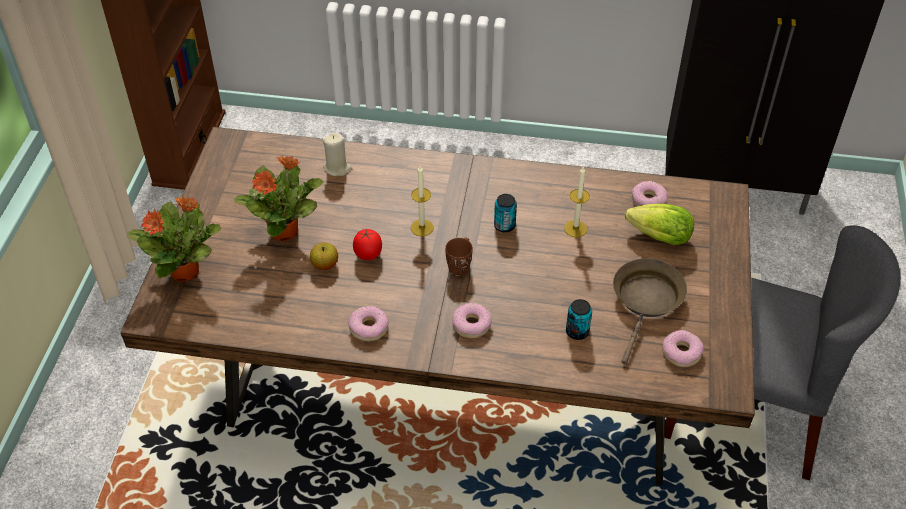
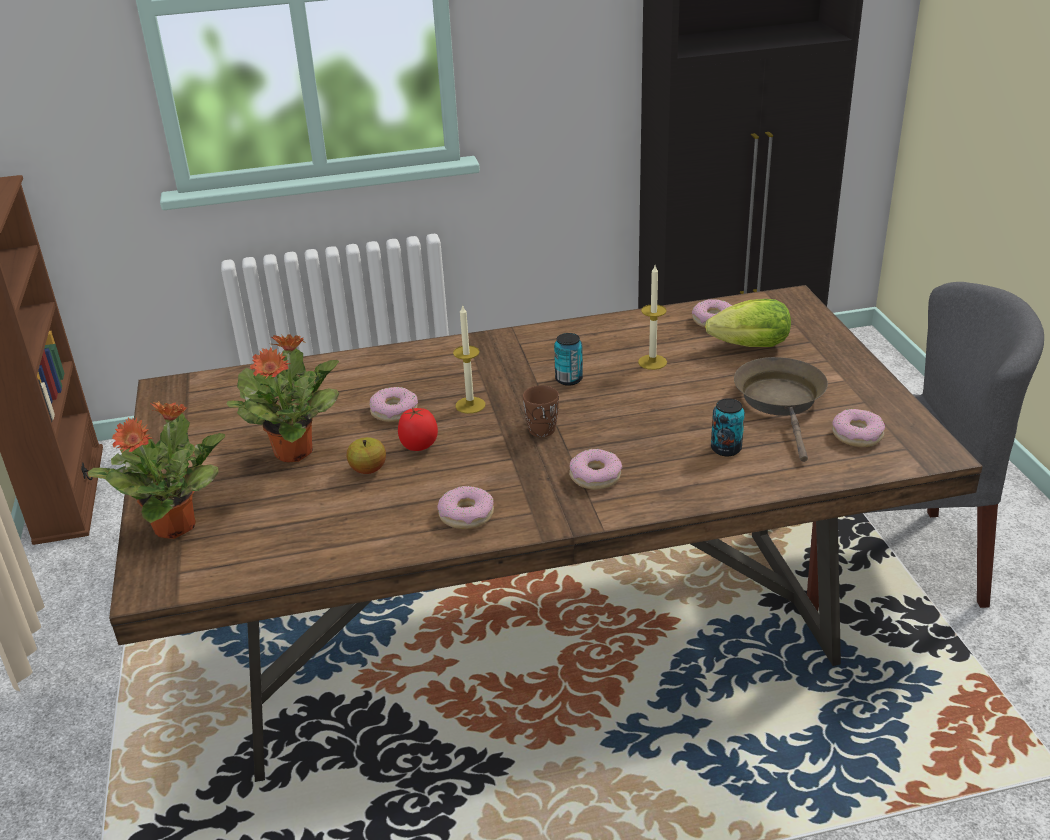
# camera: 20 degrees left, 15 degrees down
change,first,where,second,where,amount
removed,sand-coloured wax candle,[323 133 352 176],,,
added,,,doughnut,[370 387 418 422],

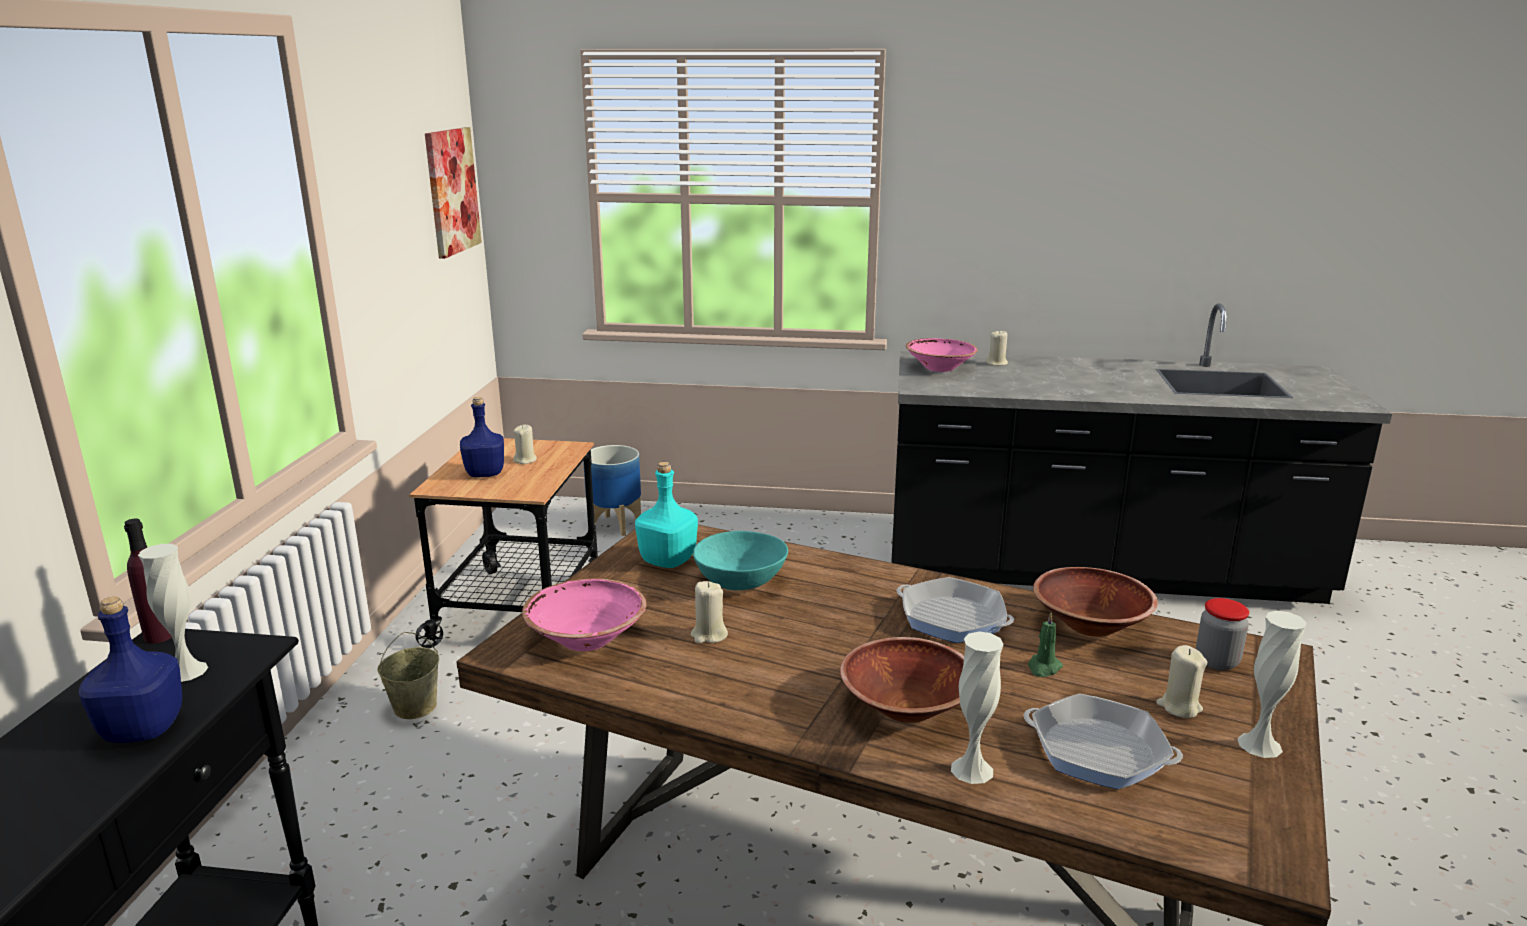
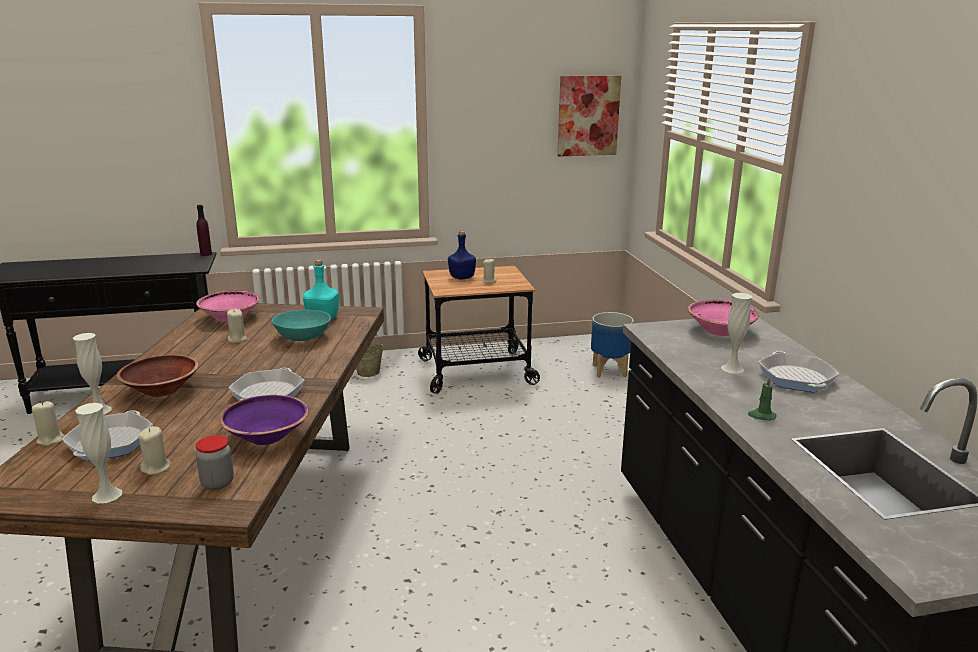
# camera: 70 degrees right, 0 degrees up
change,first,where,second,where,amount
moved,sand-coloured wax candle,[986 330 1008 366],,[32 401 64 446],
moved,white flower vase,[138 544 208 682],,[721 293 752 374],
recoloured,brownish deep dish,[1033 567 1158 637],purplish deep dish,[219 395 309 445],
removed,blue-coloured drink bottle,[79 597 182 743],,,
moved,green wax candle,[1028 612 1063 677],,[748 377 776 421],
added,,,skillet,[759 351 840 392],

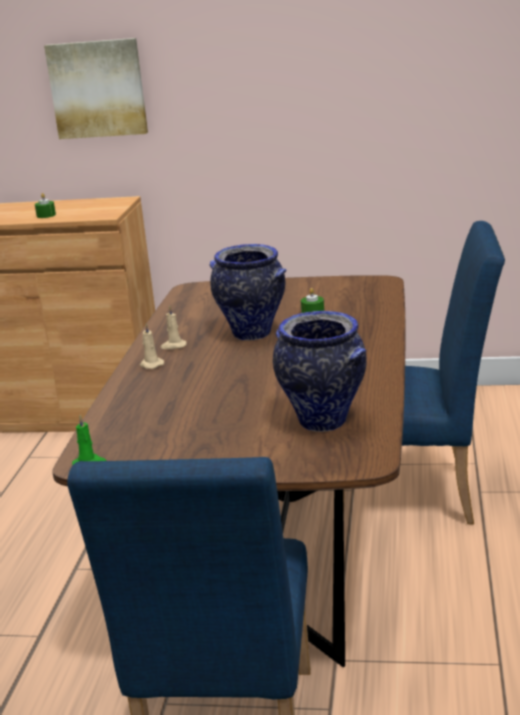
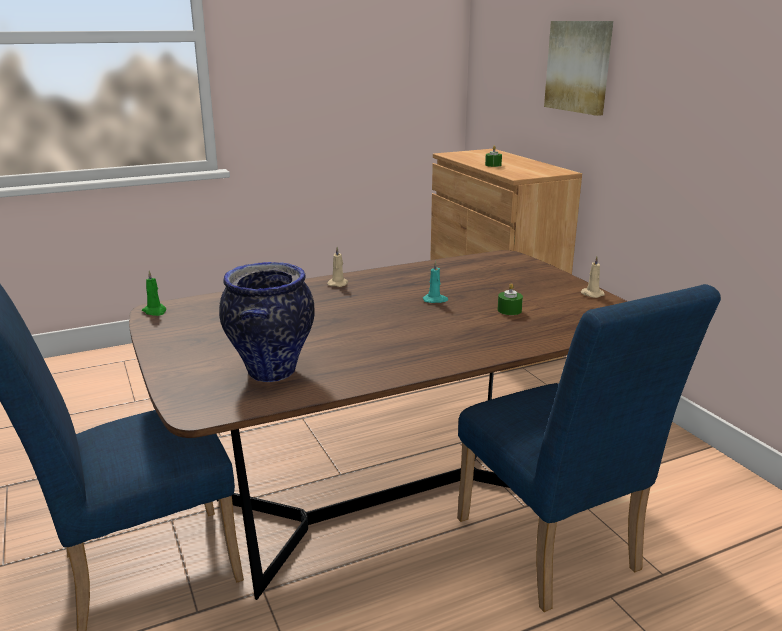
# camera: 55 degrees right, 0 degrees up
change,first,where,second,where,amount
replaced,flower vase,[210 244 287 340],blue-green wax candle,[423 261 448 303],
moved,sand-coloured wax candle,[160 306 187 349],,[581 256 605 298],

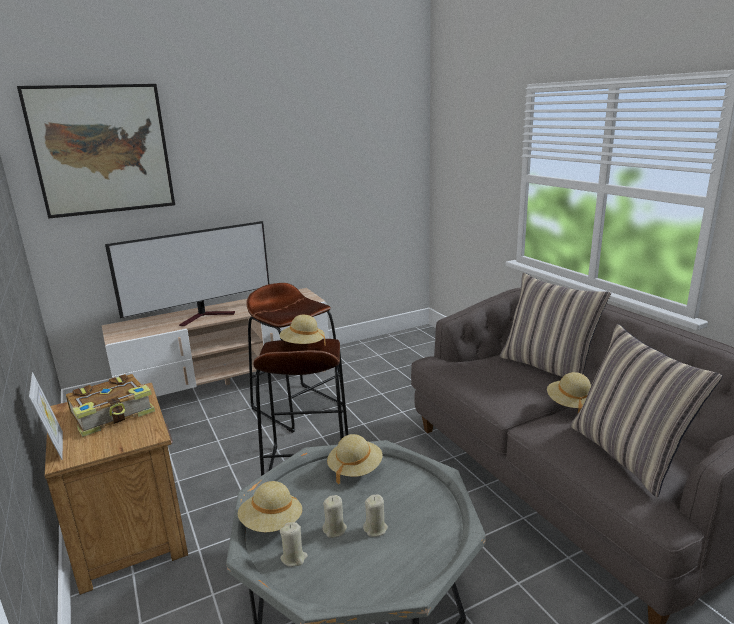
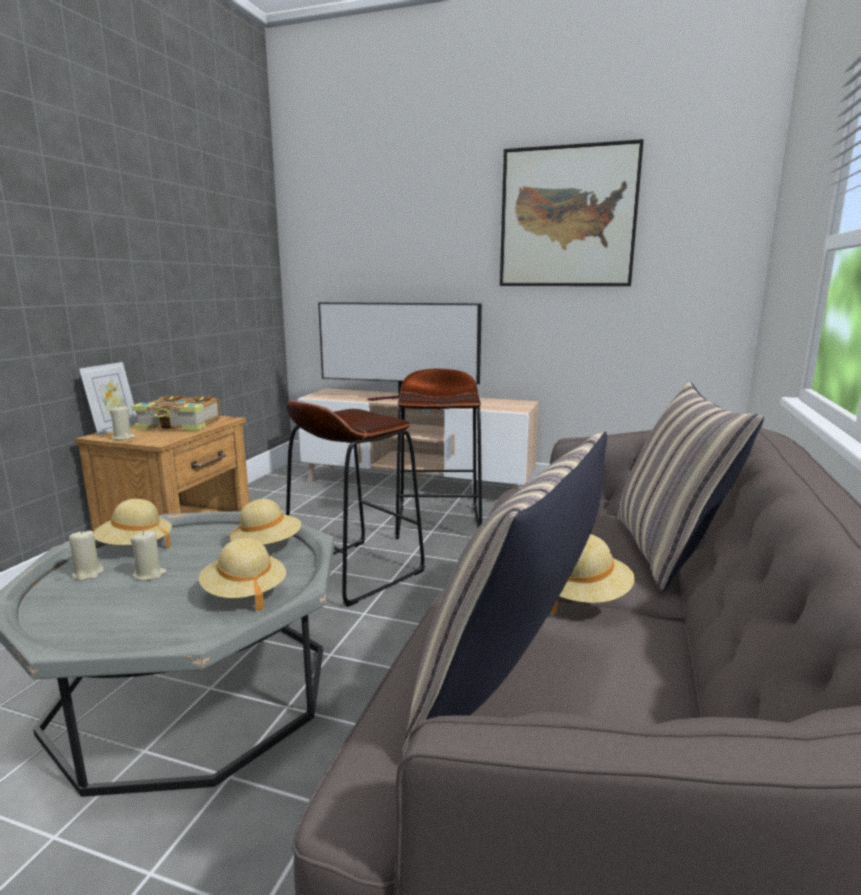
# camera: 45 degrees right, 5 degrees down
change,first,where,second,where,amount
moved,wall picture,[17 84 175 219],,[500 139 644 286],
moved,sand-coloured clothing hat,[280 315 326 346],,[199 538 286 611],
moved,sand-coloured wax candle,[363 494 388 537],,[110 405 136 440],

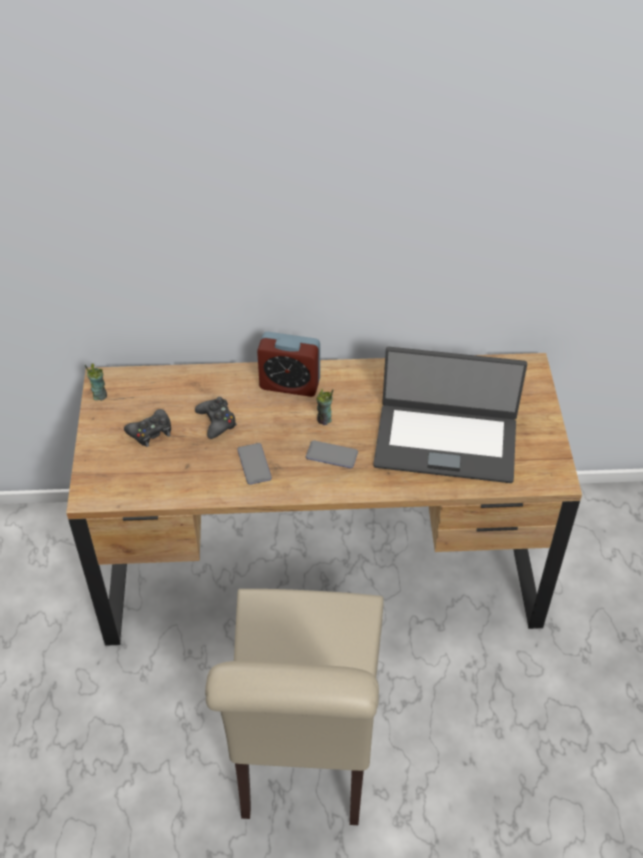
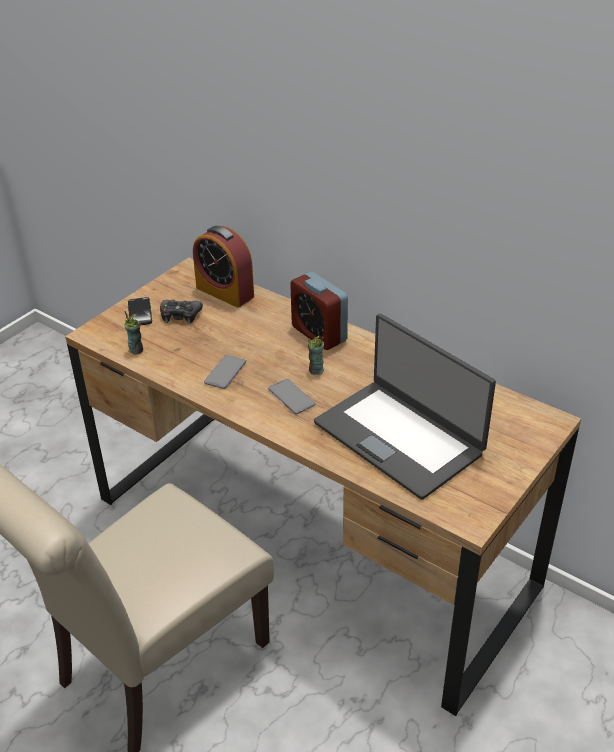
# camera: 40 degrees right, 10 degrees down
change,first,where,second,where,amount
moved,drinking cup,[85 363 107 401],,[124 311 143 355],
removed,black joypad,[195 397 237 439],,,
added,,,bedside clock,[193 226 254 308],
added,,,handset,[128 297 152 325],

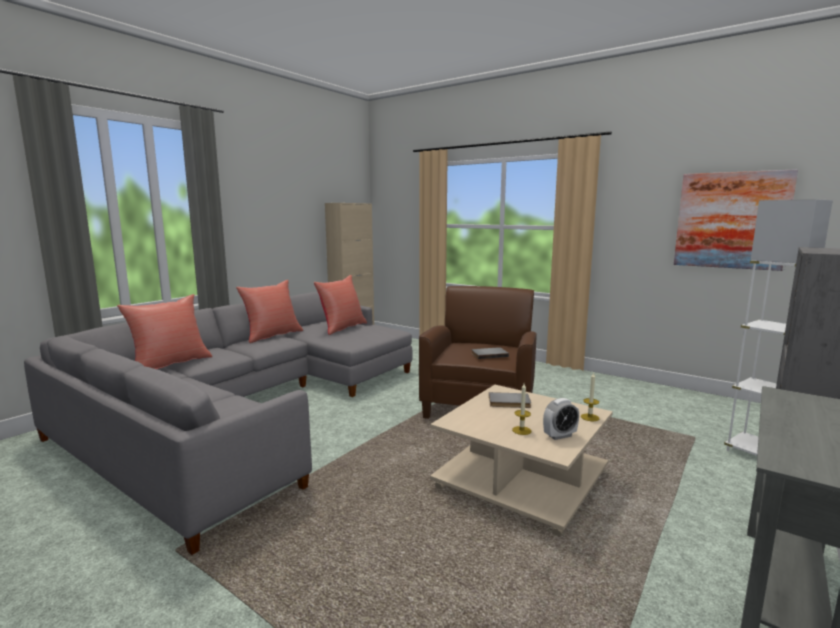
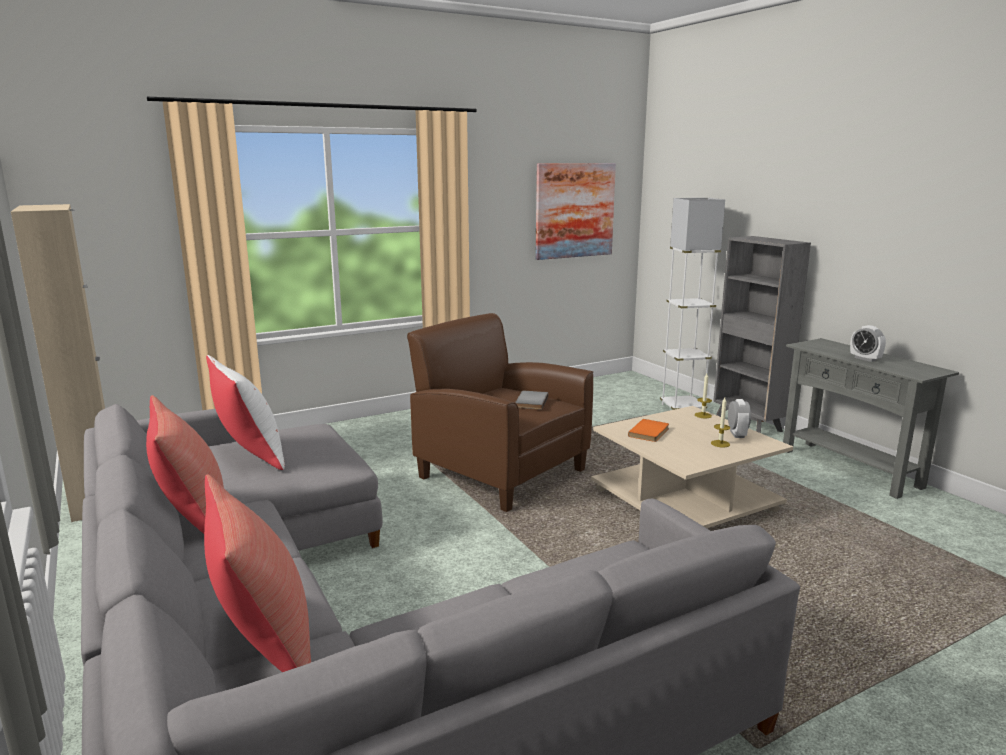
# camera: 65 degrees left, 5 degrees up
change,first,where,second,where,amount
recoloured,red cushion,[314 275 367 335],white cushion,[206 355 285 470],
recoloured,gray bound book,[489 392 531 408],orangey bound book,[628 419 669 442],
added,,,bedside clock,[850 325 886 362],

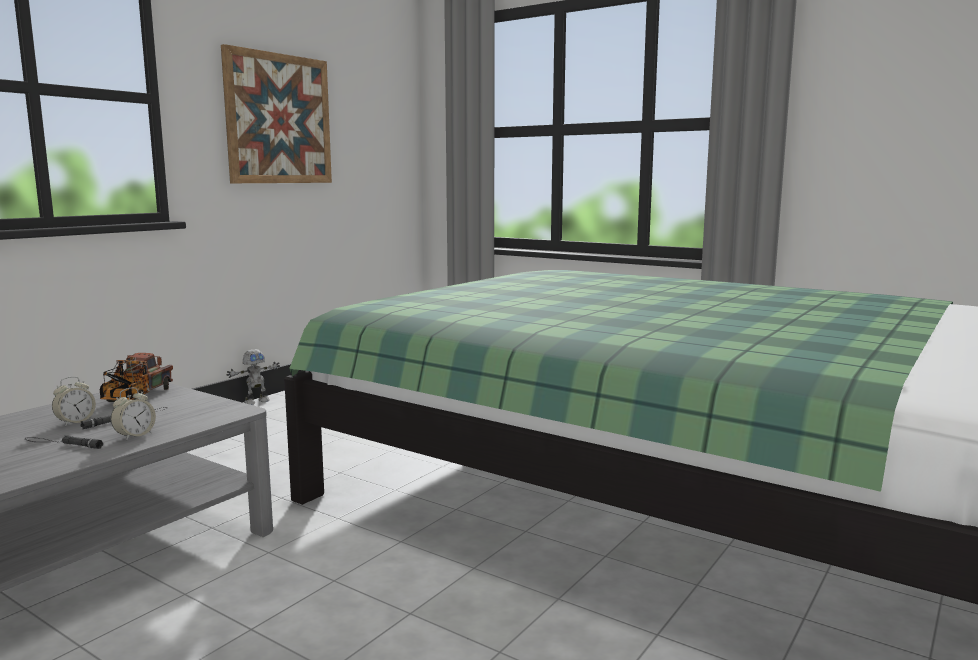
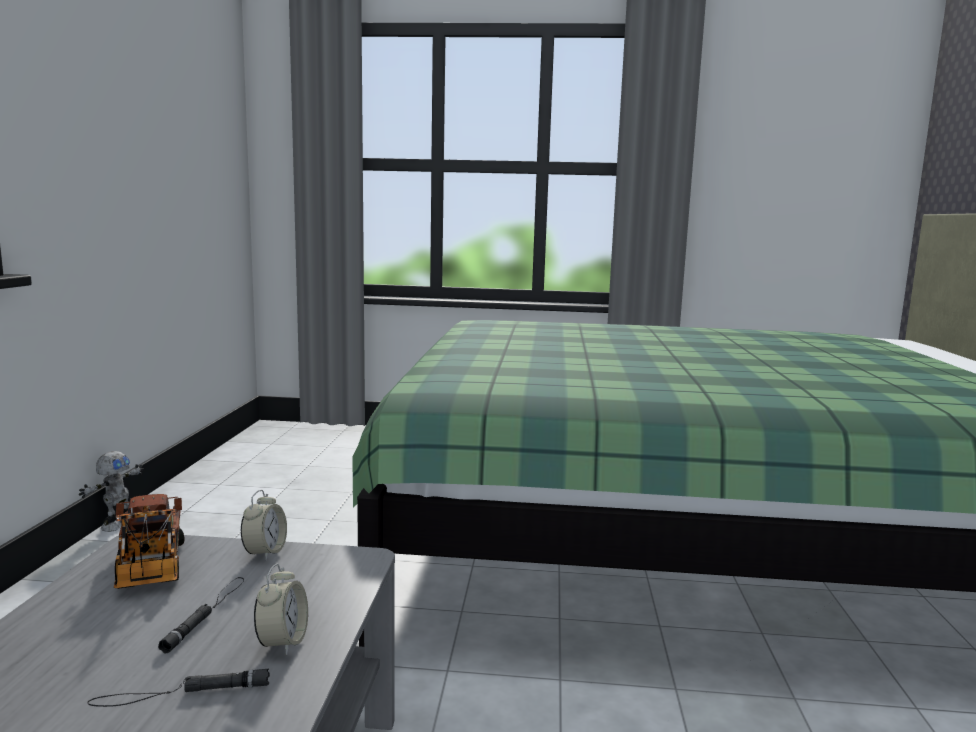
# camera: 30 degrees left, 0 degrees up
change,first,where,second,where,amount
removed,wall picture,[221 44 332 183],,,
moved,bedside clock,[52 377 96 427],,[241 490 287 561],

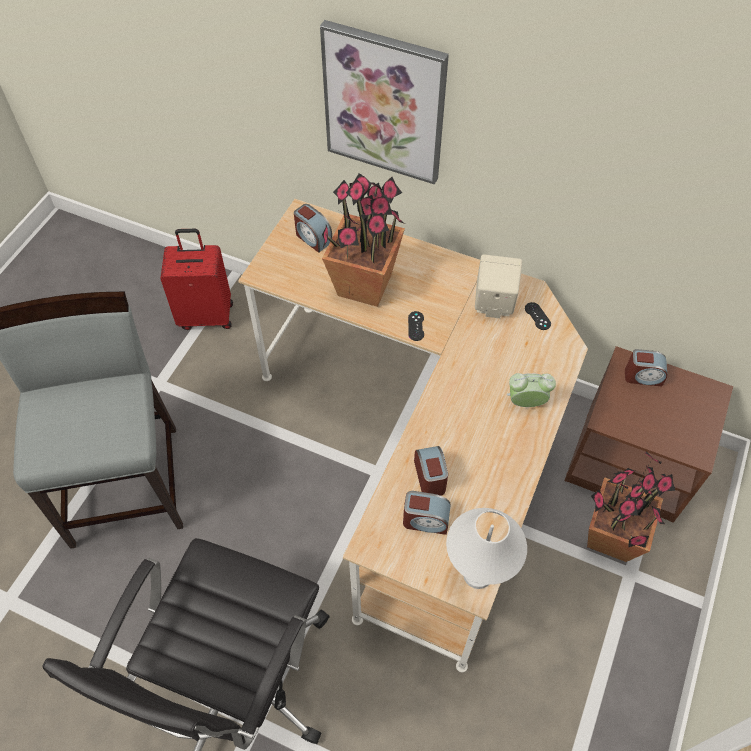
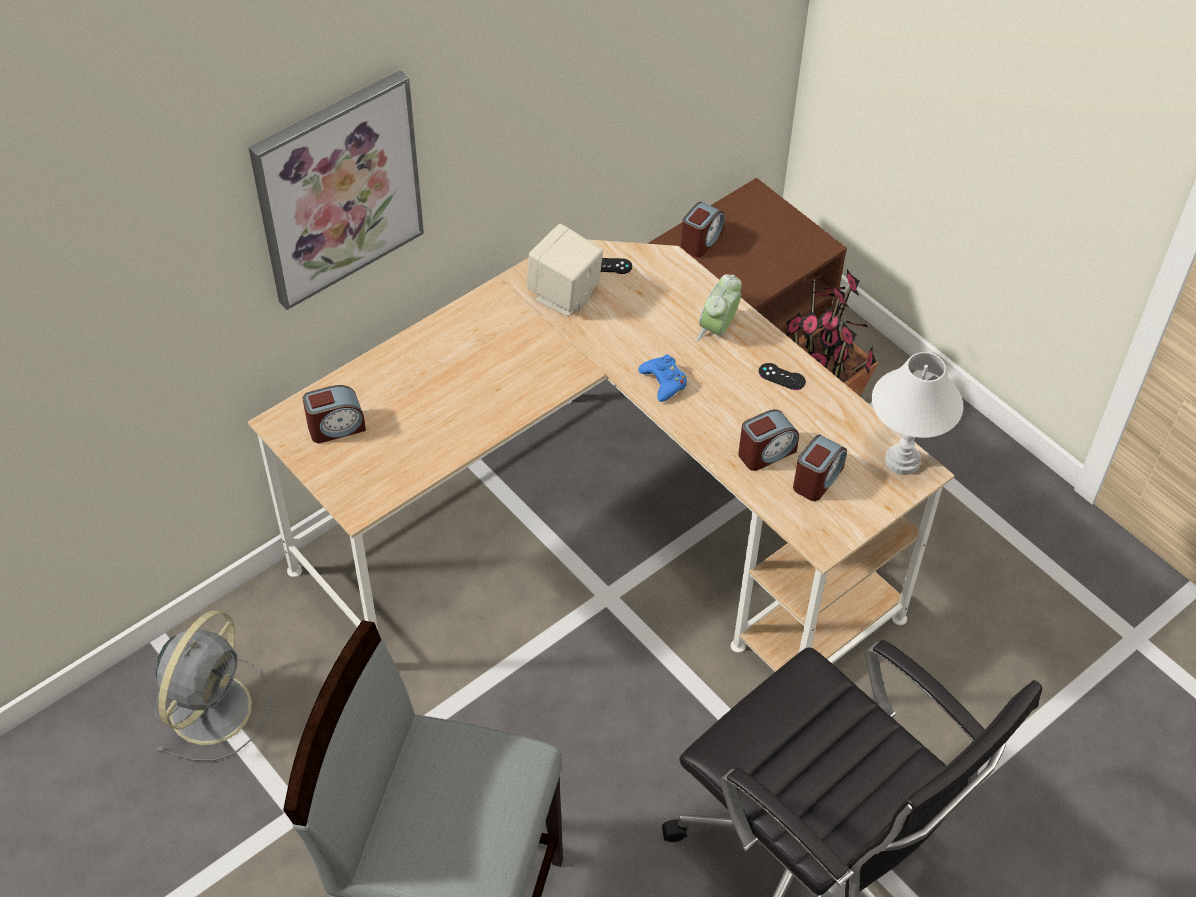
# camera: 65 degrees left, 5 degrees down
change,first,where,second,where,amount
removed,plant in a pot,[322 173 405 307],,,
replaced,red piece of luggage,[160 229 233 330],gray fan,[155 610 272 761],
moved,black joypad,[408 311 424 341],,[759 363 806 390],
turned,bedside clock,[414 446 448 496],,[738 409 799 471],135 degrees clockwise
added,,,blue-coloured joypad,[638 354 687 402],

